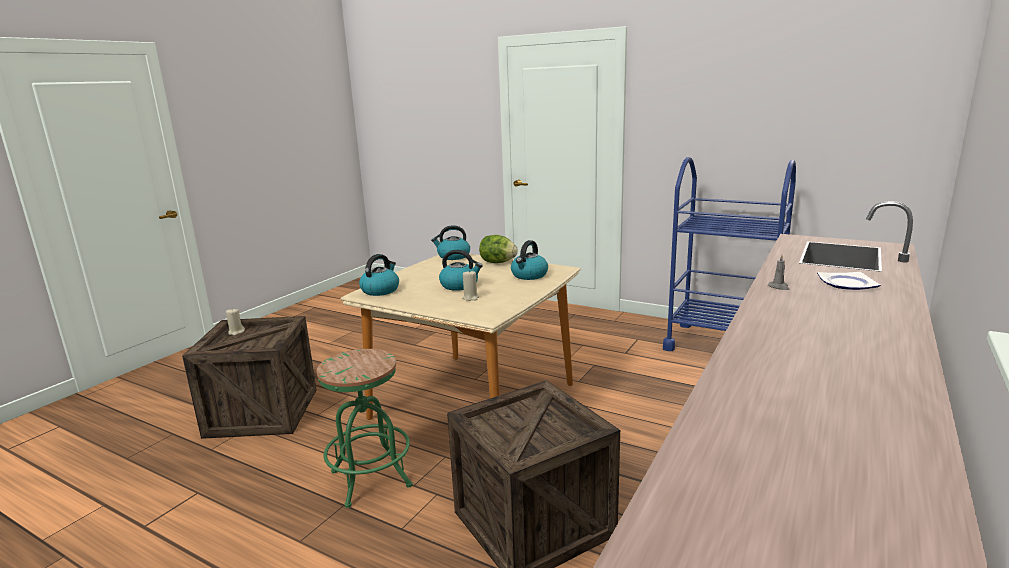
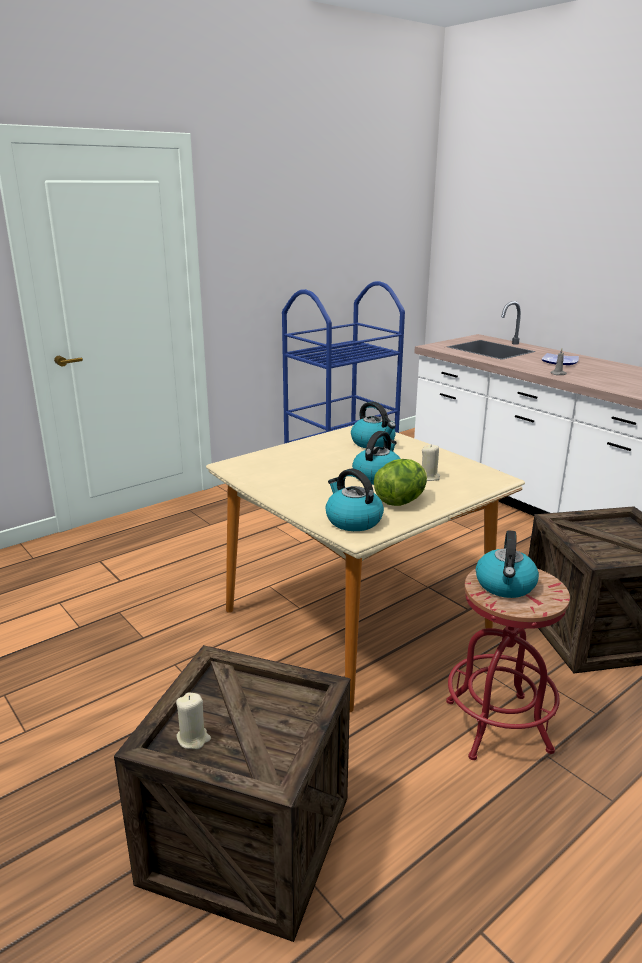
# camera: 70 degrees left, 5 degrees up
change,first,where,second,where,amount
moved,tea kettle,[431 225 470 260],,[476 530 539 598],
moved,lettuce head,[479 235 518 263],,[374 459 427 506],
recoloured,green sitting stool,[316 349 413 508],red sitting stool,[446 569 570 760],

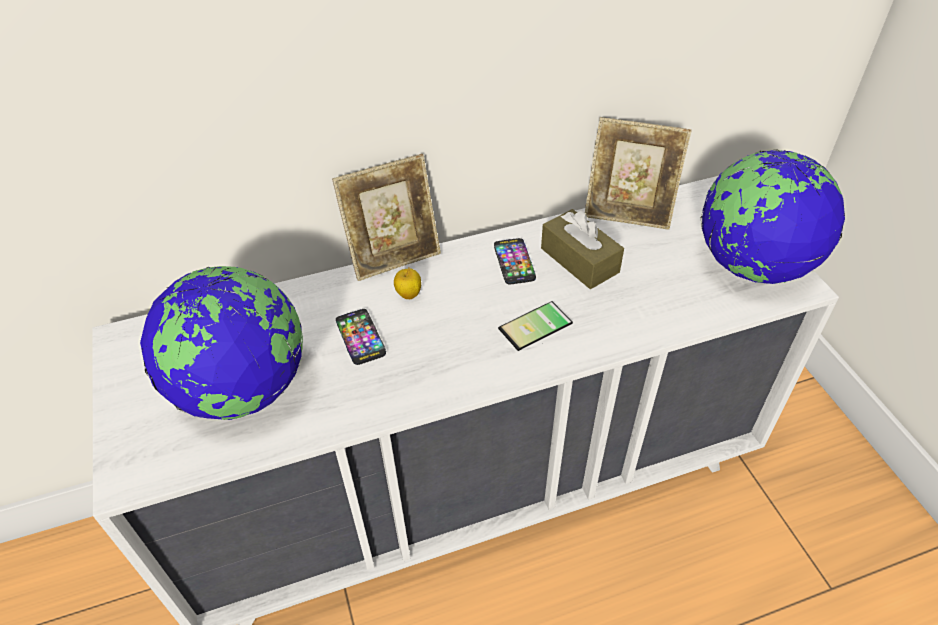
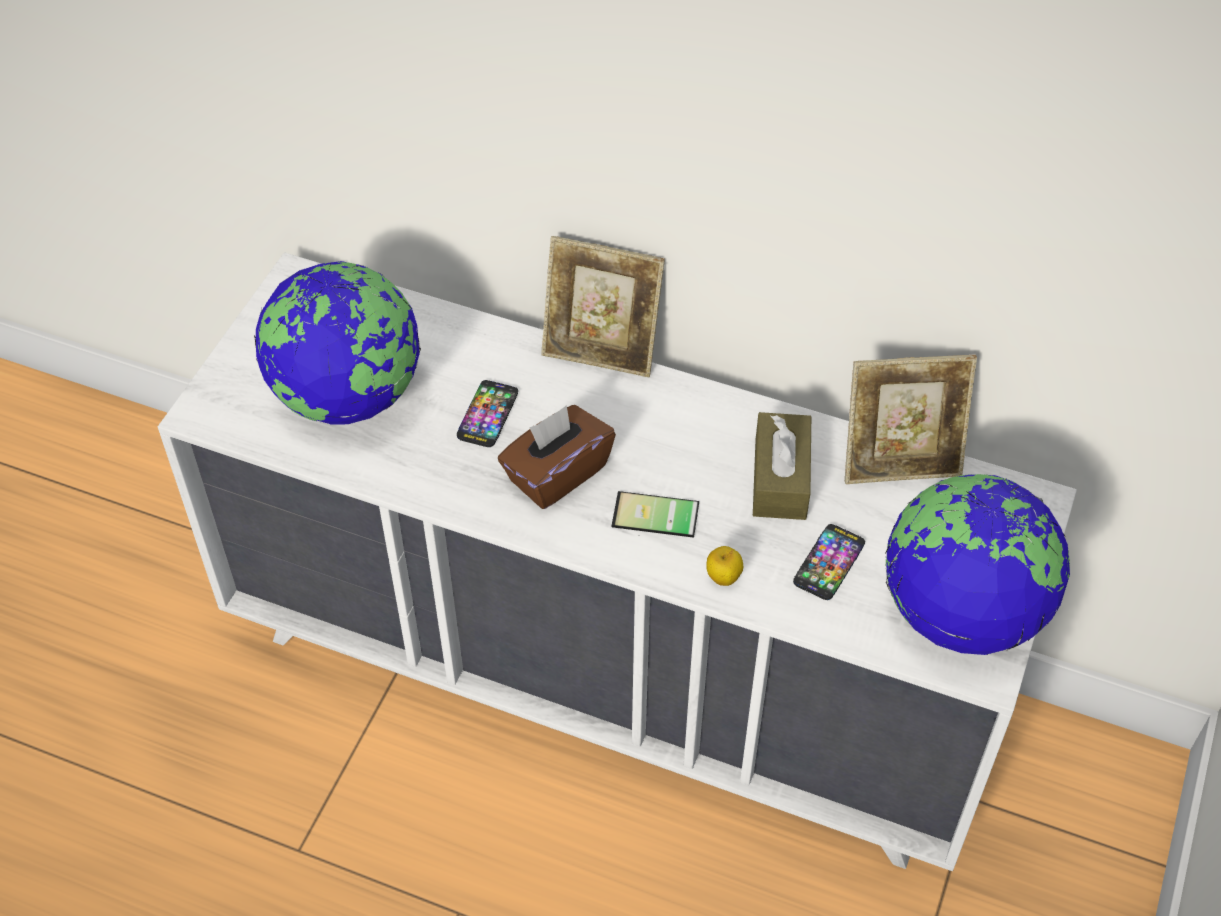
# camera: 40 degrees right, 5 degrees up
change,first,where,second,where,amount
turned,picture frame,[585 117 692 230],,[845 355 977 484],60 degrees counterclockwise
moved,handset,[494 238 536 284],,[793 524 865 600],
moved,apple fruit,[394 267 421 299],,[706 546 743 586],
added,,,brownish tissue holder,[498 405 616 509],

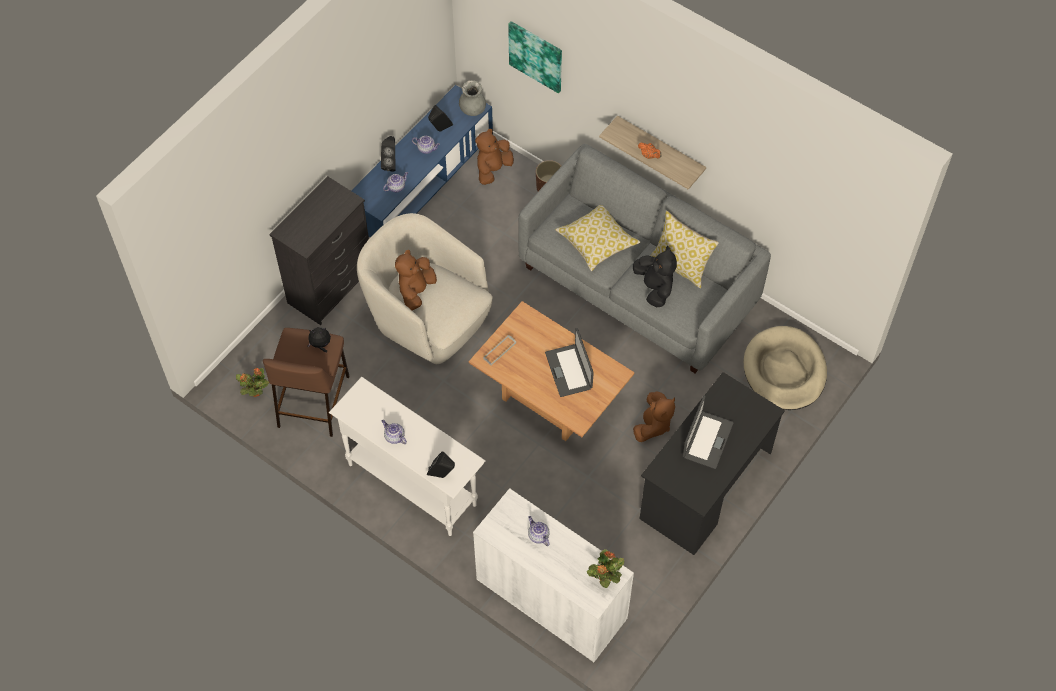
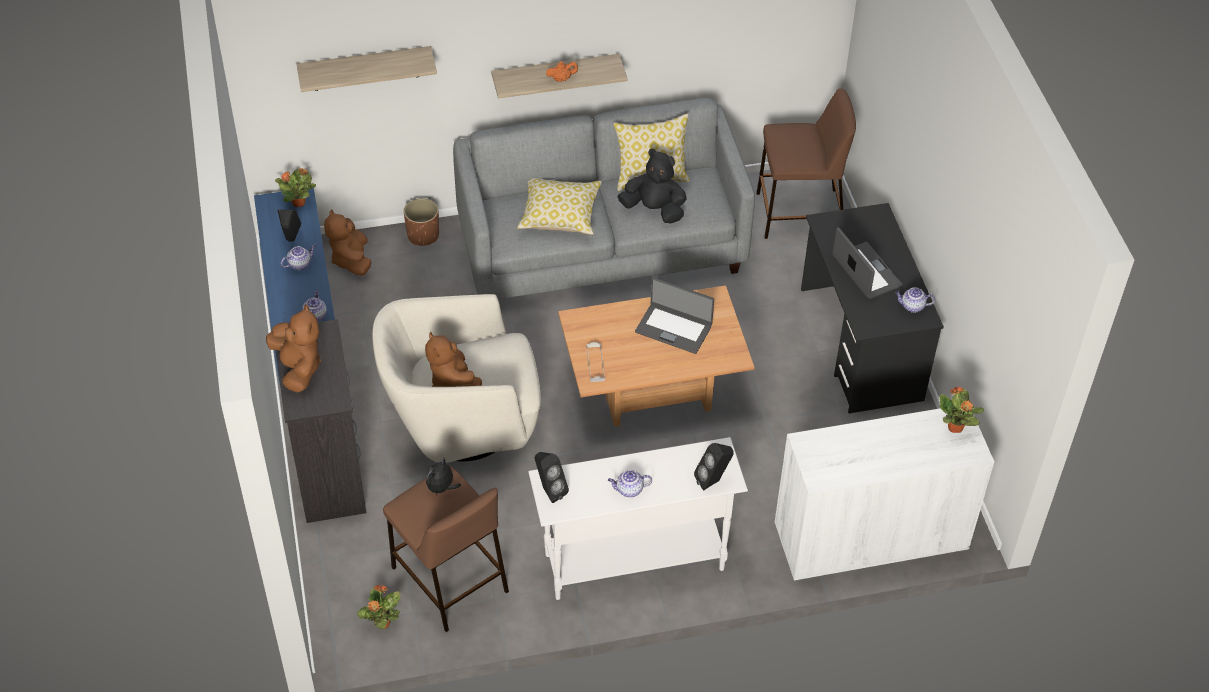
# camera: 50 degrees left, 10 degrees down
change,first,where,second,where,amount
replaced,wall picture,[508 21 562 93],bracket shelf,[297 46 437 92],
replaced,gray flower vase,[459 80 486 116],plant in a pot,[275 168 316 207],
moved,black speaker,[381 136 396 172],,[535 452 569 503],
replaced,sand-coloured dog cushion,[744 326 827 410],brownish sitting stool,[756 88 856 239],
moved,brownish soft toy,[633 391 675 442],,[266 304 321 392],
moved,teapot,[528 516 550 546],,[895 287 935 313],

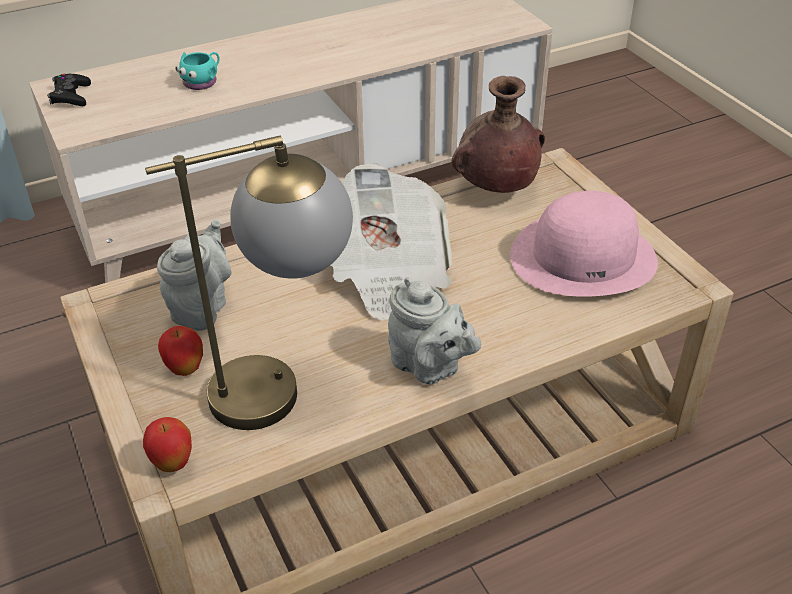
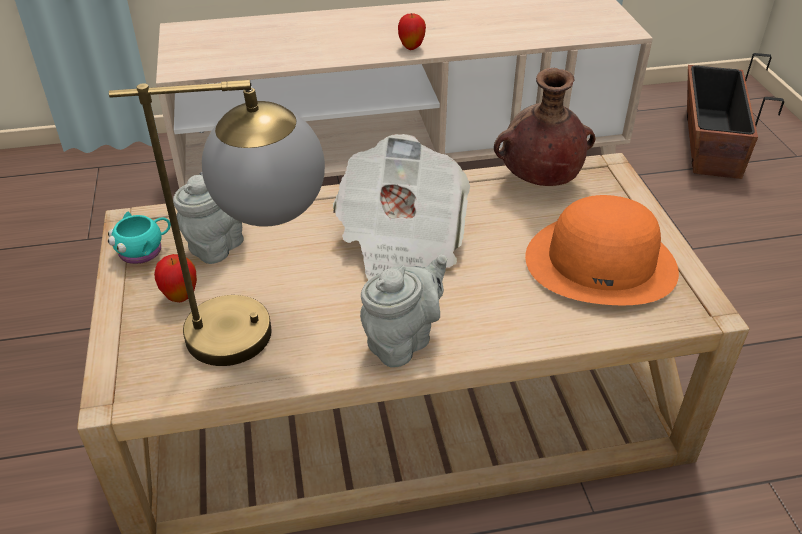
# camera: 15 degrees right, 0 degrees up
change,first,where,second,where,amount
moved,blue-green tea mug,[175 52 220 90],,[108 212 171 264],
removed,black joypad,[47 74 91 106],,,
recoloured,pink clothing hat,[510 191 658 297],orangey clothing hat,[525 195 679 305],
turned,gray teapot,[388 277 481 385],,[360 255 447 368],105 degrees counterclockwise
moved,apple fruit,[143 417 192 472],,[398 14 426 50],
added,,,planter,[687 53 784 179],

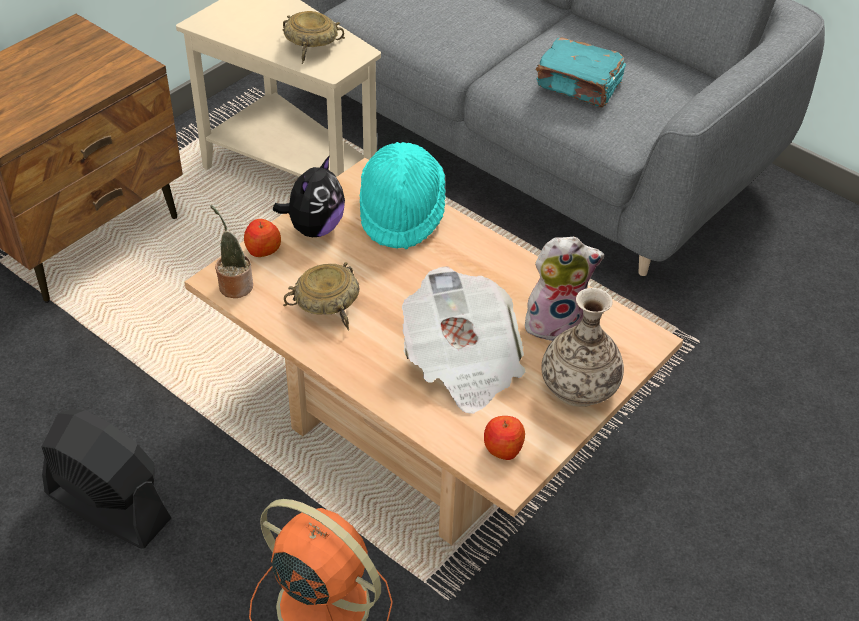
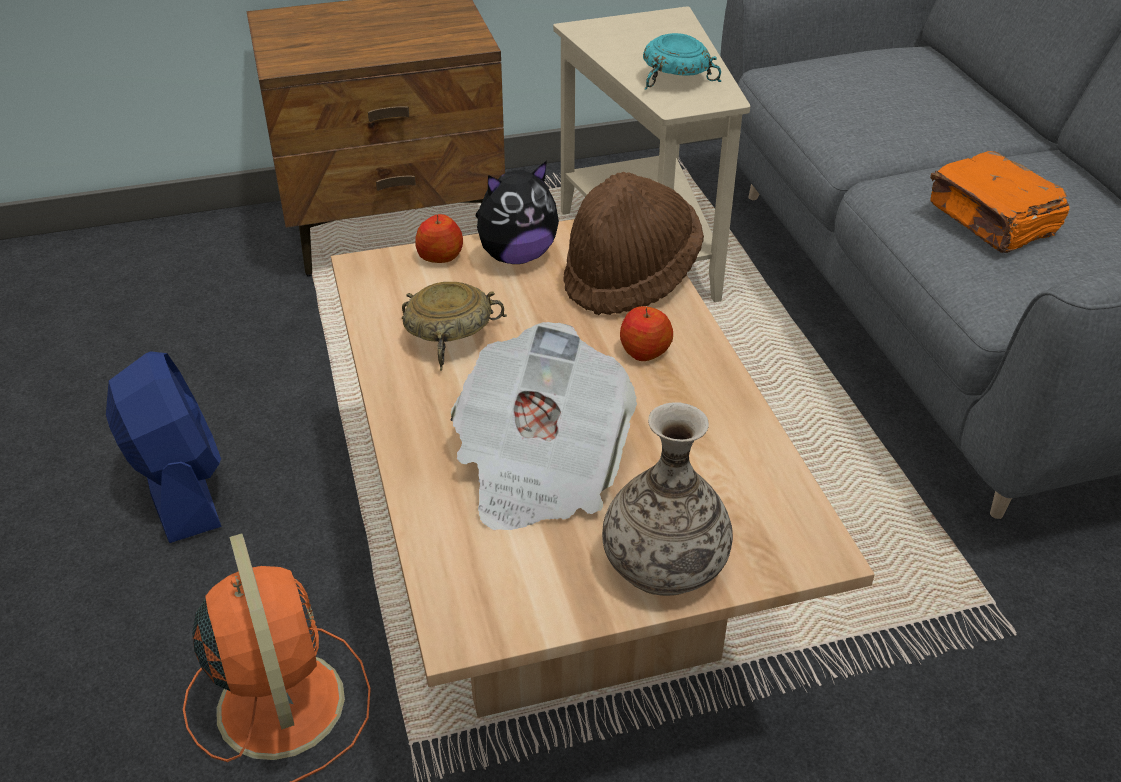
# camera: 35 degrees right, 5 degrees down
change,first,where,second,where,amount
recoloured,sand-coloured deep dish,[283 11 345 64],blue-green deep dish,[643 33 721 90],
recoloured,blue-green bound book,[536 37 626 107],orangey bound book,[930 151 1070 253],
recoloured,blue-green clothing hat,[360 142 445 249],brownish clothing hat,[564 172 704 315],
removed,plant in a pot,[210 205 253 298],,,
removed,soft toy,[525 237 604 341],,,
recoloured,black fan,[41 409 171 549],blue-coloured fan,[106 351 222 543],
moved,apple fruit,[484 416 525 460],,[620 306 673 361],

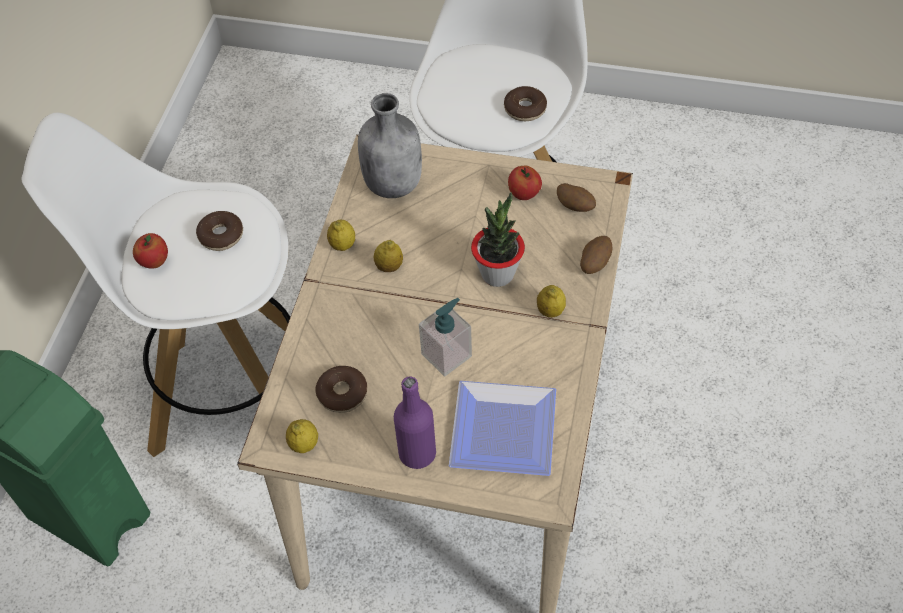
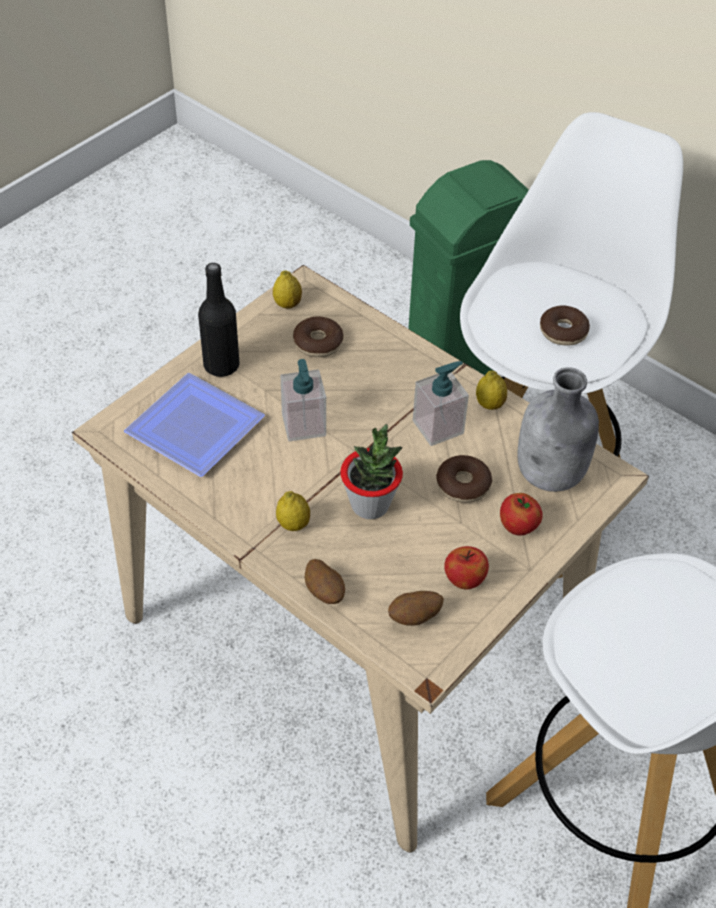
# camera: 115 degrees right, 5 degrees down
change,first,where,second,where,amount
moved,doughnut,[504 86 547 121],,[436 455 492 503],
moved,apple fruit,[133 233 168 269],,[500 493 543 536],
replaced,lemon,[374 240 403 272],soap bottle,[413 361 469 446],
recoloured,purplish drink bottle,[394 377 436 469],black drink bottle,[198 263 240 377],

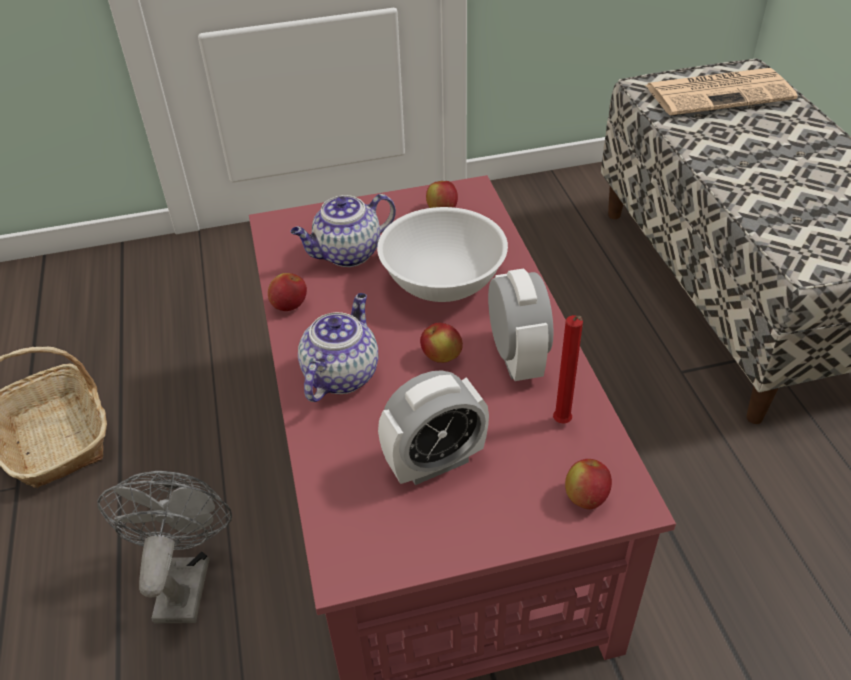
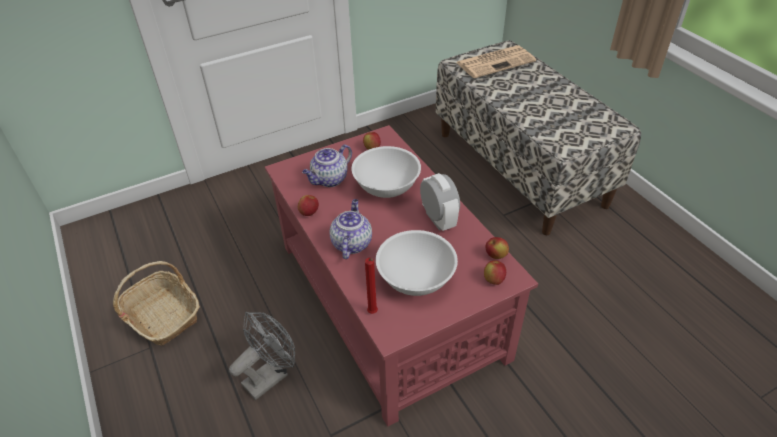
# camera: 15 degrees left, 0 degrees up
change,first,where,second,where,amount
moved,red wax candle,[553 315 583 424],,[365 258 378 314],
moved,apple fruit,[420 323 463 363],,[485 237 509 259],
replaced,bedside clock,[378 370 489 485],white deep dish,[376 230 458 296],
turned,gray fan,[98 471 232 623],,[229 312 295 400],60 degrees clockwise

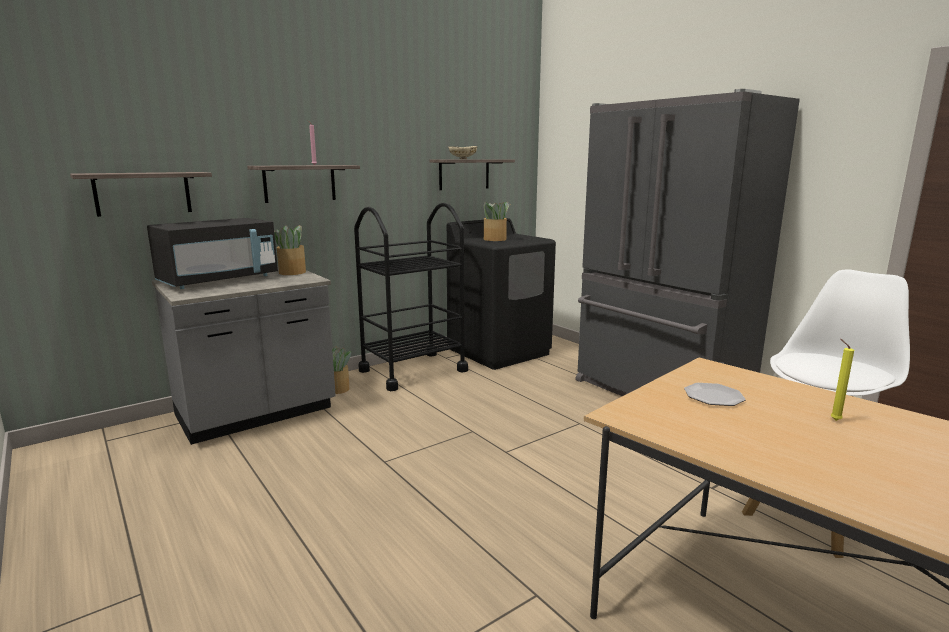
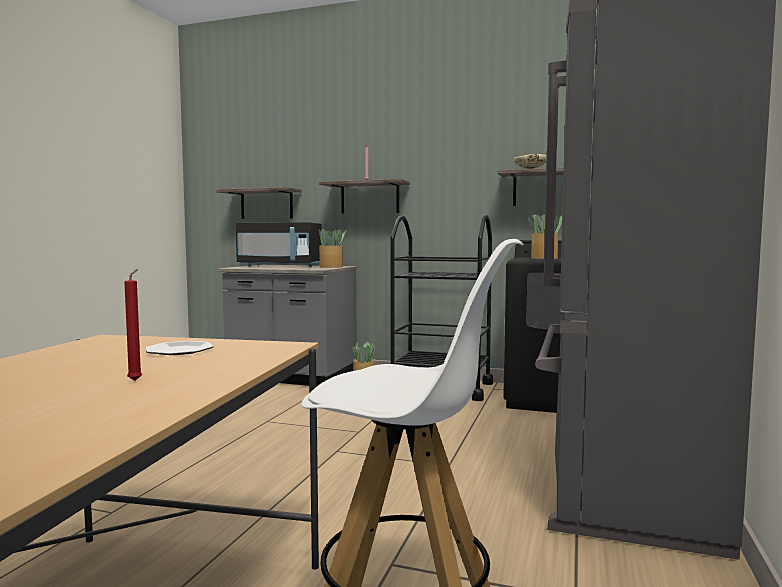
# camera: 55 degrees right, 10 degrees down
change,first,where,second,where,amount
recoloured,yellowish wax candle,[830 339 854 421],red wax candle,[124 269 142 381],

